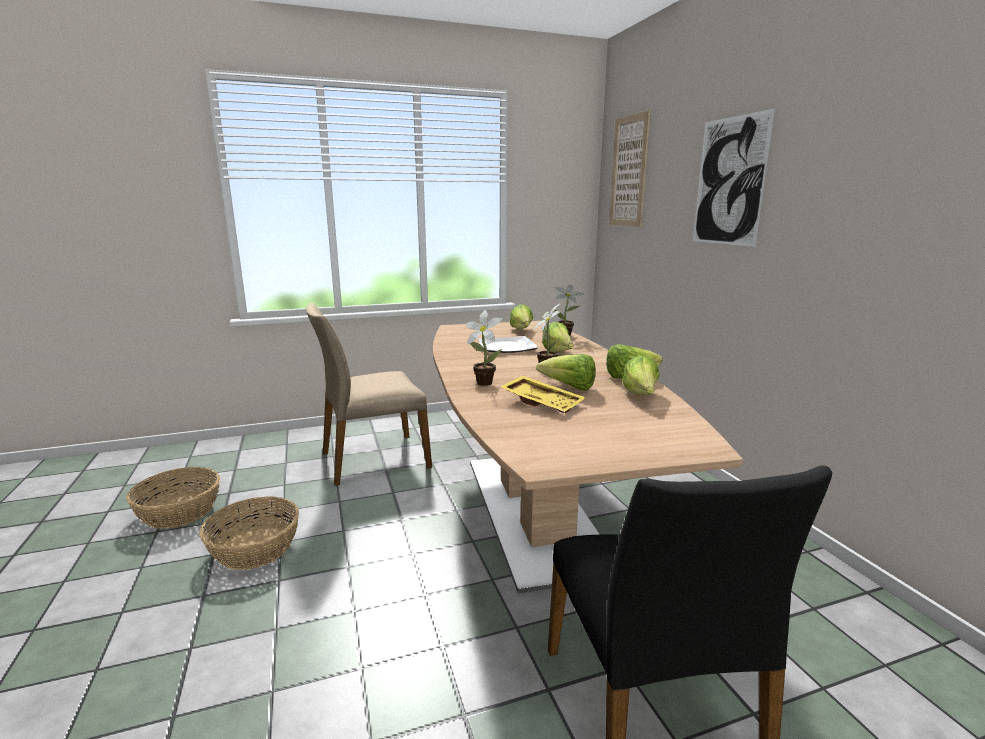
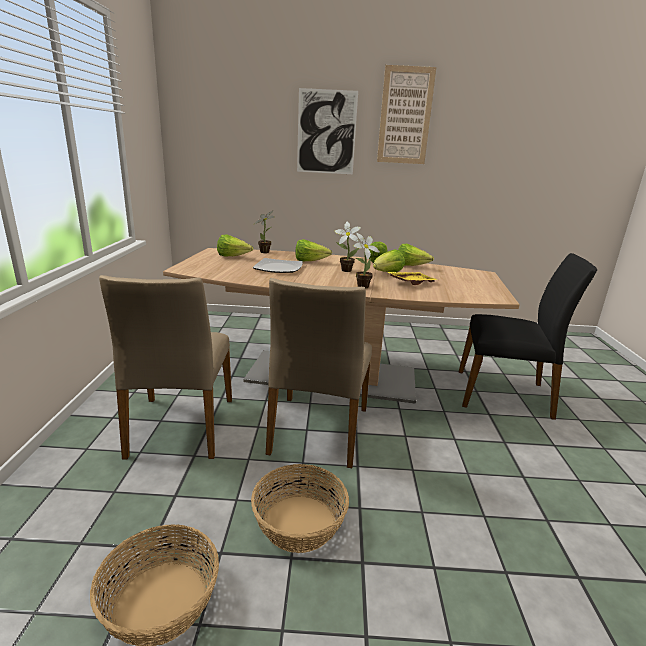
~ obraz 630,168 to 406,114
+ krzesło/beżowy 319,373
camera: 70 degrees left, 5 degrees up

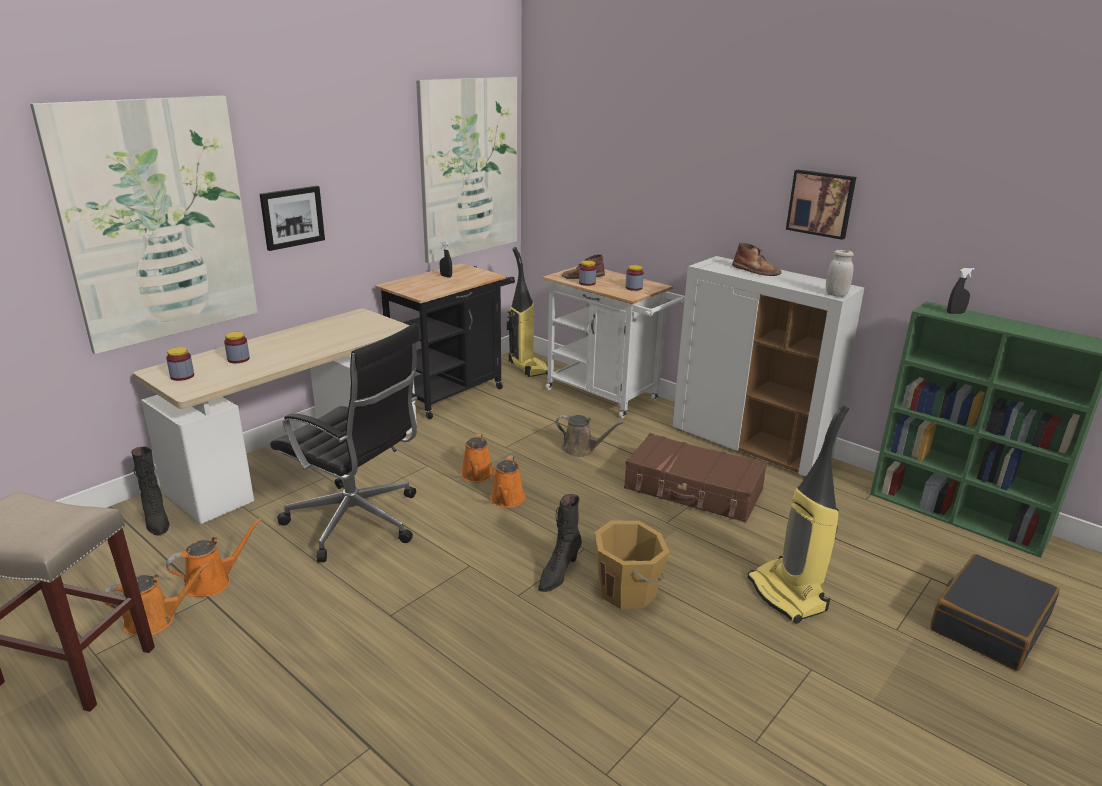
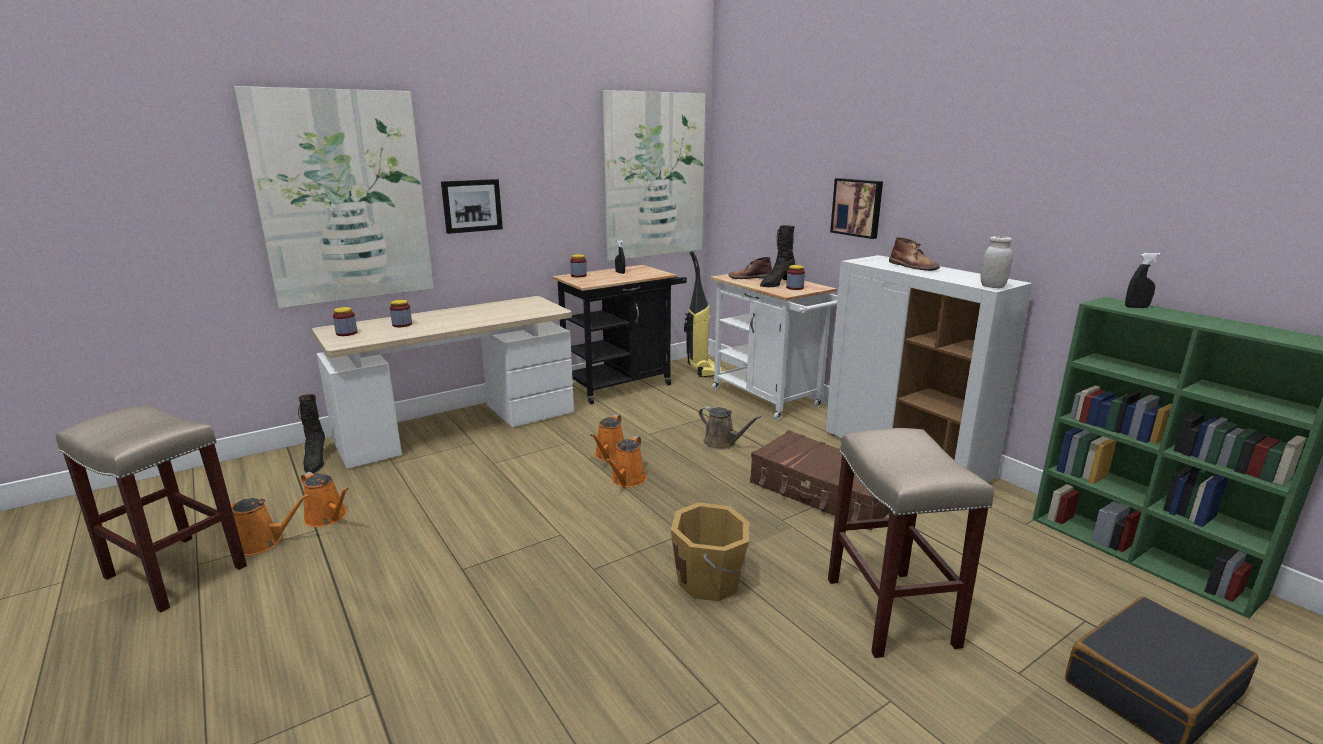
~ konewka/pomarańczowy 214,557 = 325,499 60 degrees clockwise
- krzesło biurowe/czarny 345,442
~ but z cholewką/czarny 560,543 to 777,256
~ słoik 587,273 to 578,265
~ odkurzacz 798,514 to stołek/beżowy 911,543
~ obraz 821,205 to 856,208
camera: 15 degrees right, 5 degrees down

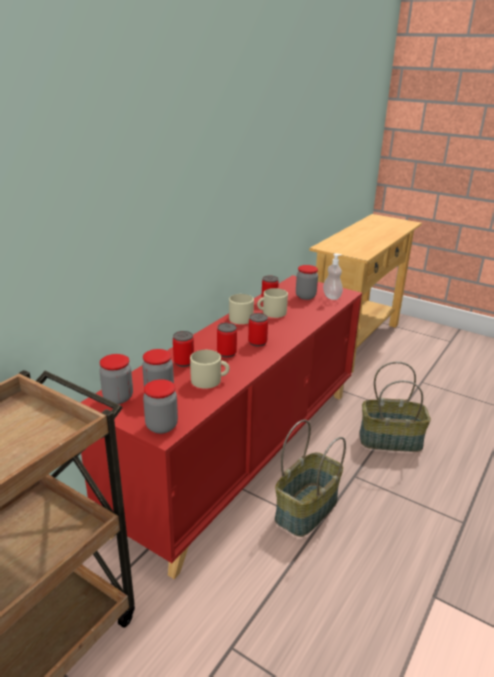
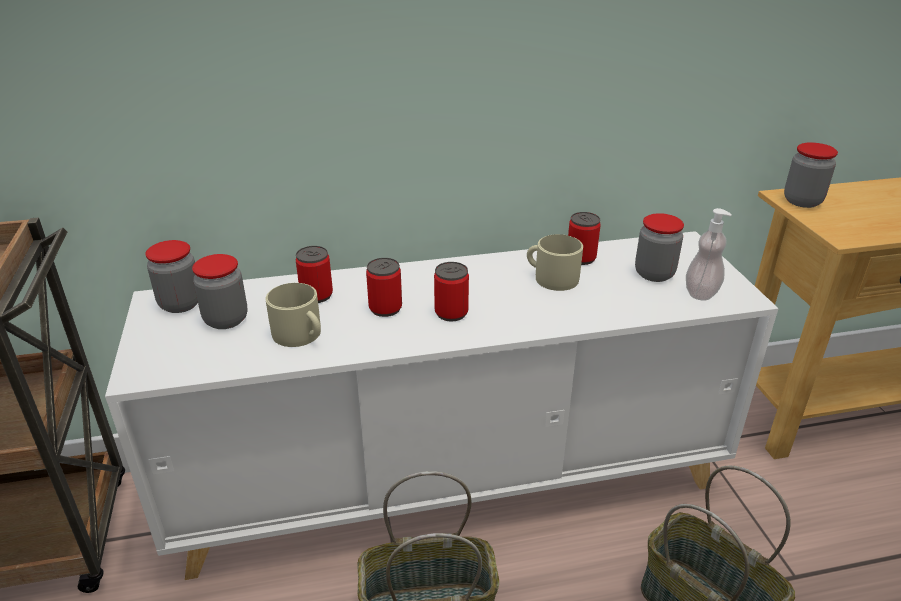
~ szafka/czerwony 221,427 to szafka/biały 442,405
~ słoik 160,406 to 811,175
- kubek/beżowy 241,309
camera: 45 degrees right, 5 degrees up

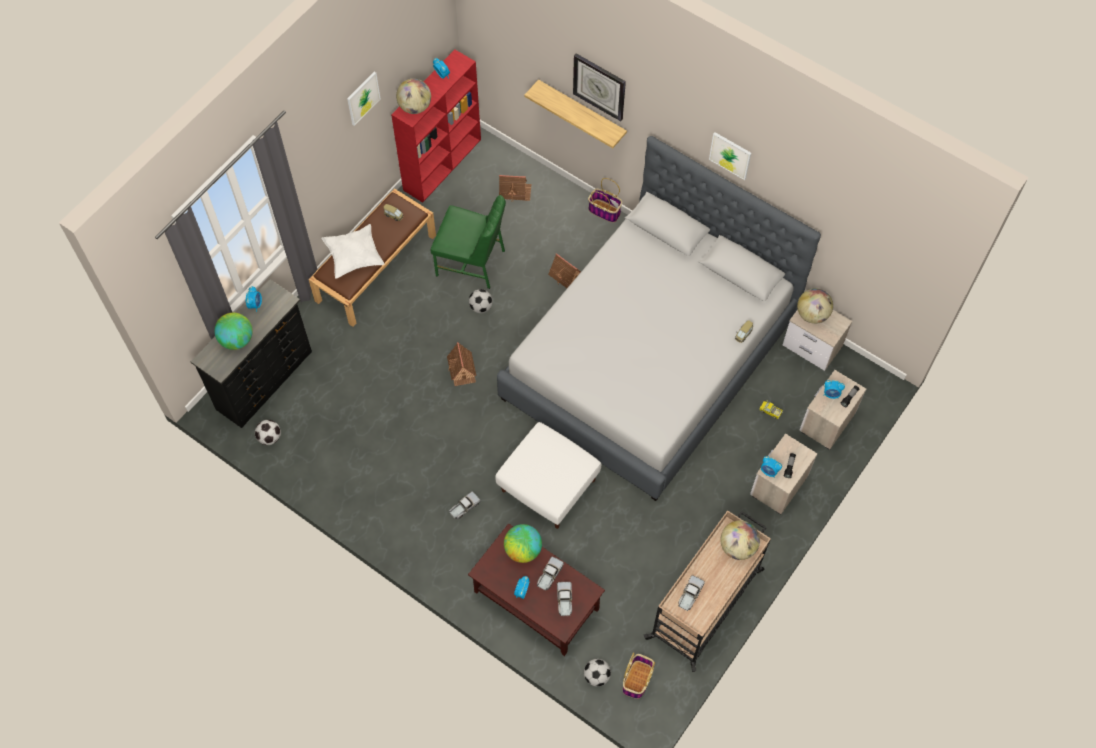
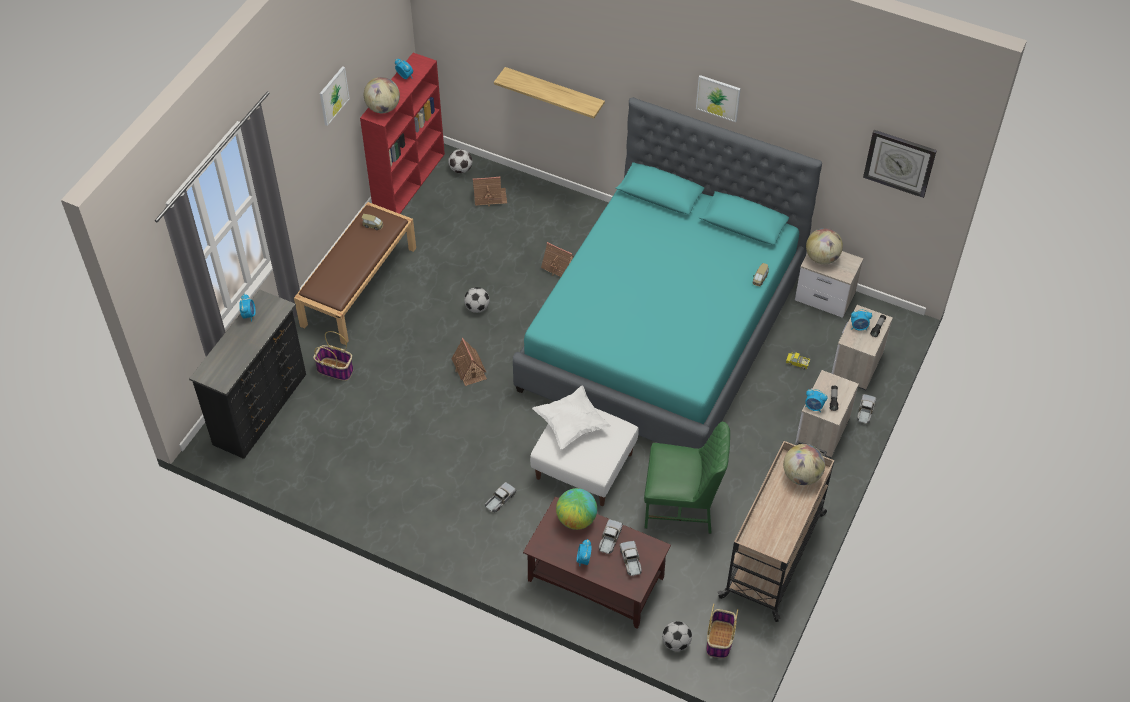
- globus 233,331
~ piłka futbolowa 268,432 to 460,161
~ poduszka/biały 353,251 to 571,417
~ krzesło/zielony 468,242 to 687,478
~ łóżko/szary 659,318 to łóżko/turkusowy 667,273
~ zegar ścienny 599,87 to 900,164
~ koszyk 605,200 to 333,356
~ ciężarówka zabawkowa 691,593 to 866,409
camera: 10 degrees left, 10 degrees down

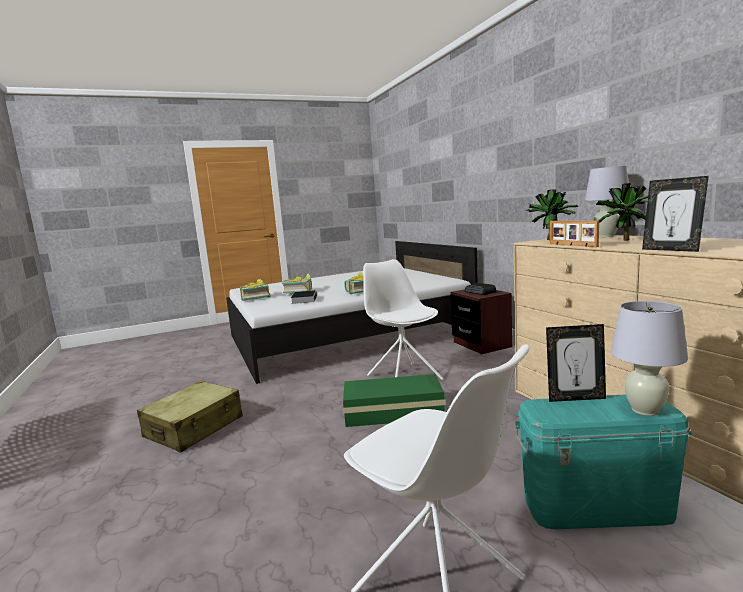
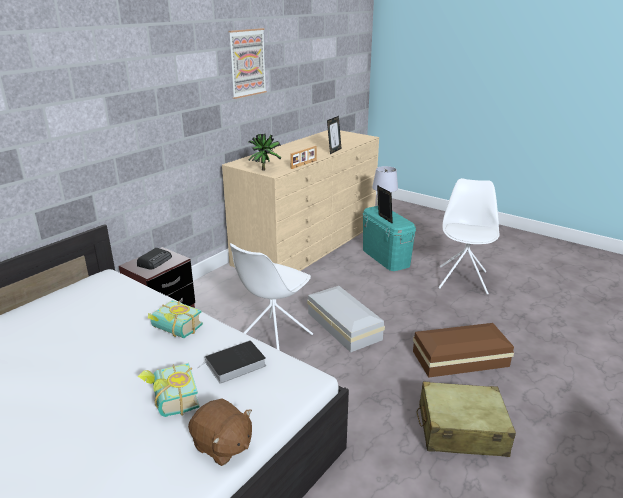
~ książka 255,290 to pluszak/brązowy 220,432
~ pojemnik do przechowywania/zielony 394,400 to pojemnik do przechowywania/biały 346,319
- lampa stołowa/biały 607,201
- roślina doniczkowa 622,212
+ obraz 247,63
+ pojemnik do przechowywania/brązowy 463,350
camera: 120 degrees left, 15 degrees up

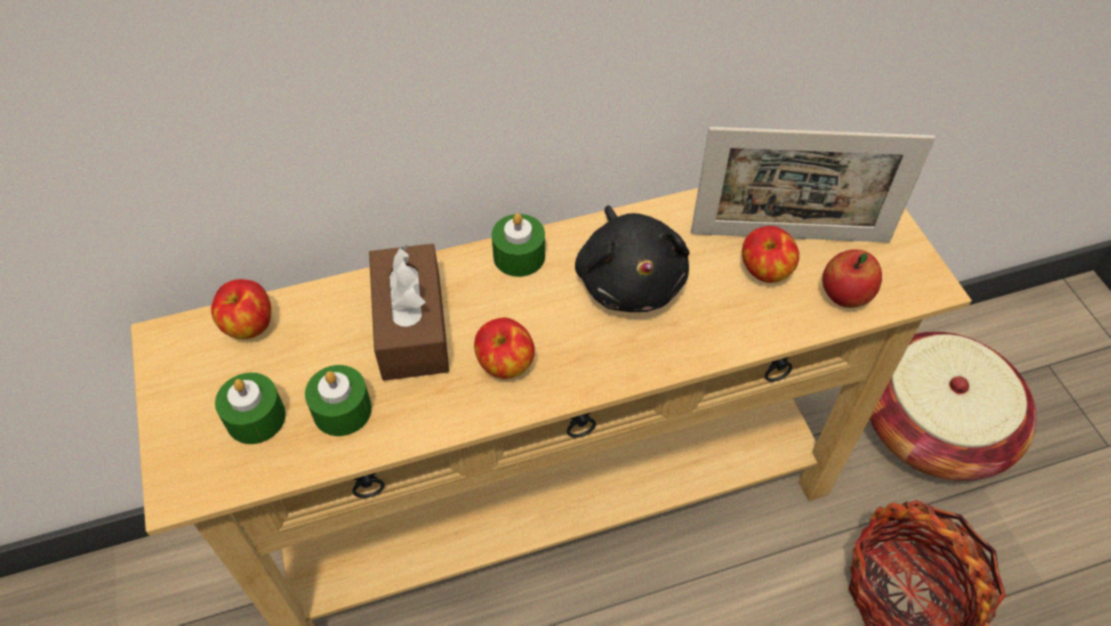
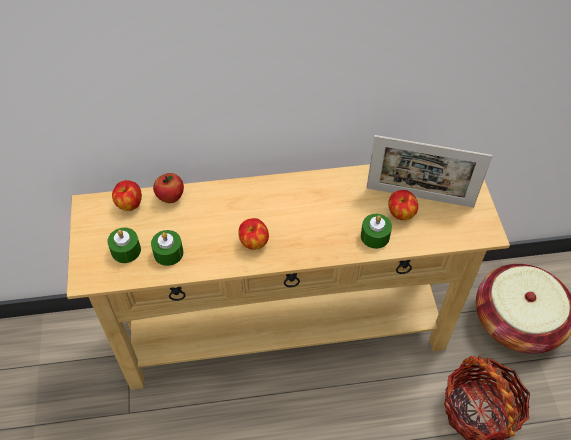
- pudełko chusteczek/brązowy 409,312
~ świeca/zielony 518,245 to 376,231
- pluszak/czarny 632,258
~ jabłko 852,278 to 168,188
camera: 10 degrees right, 0 degrees up

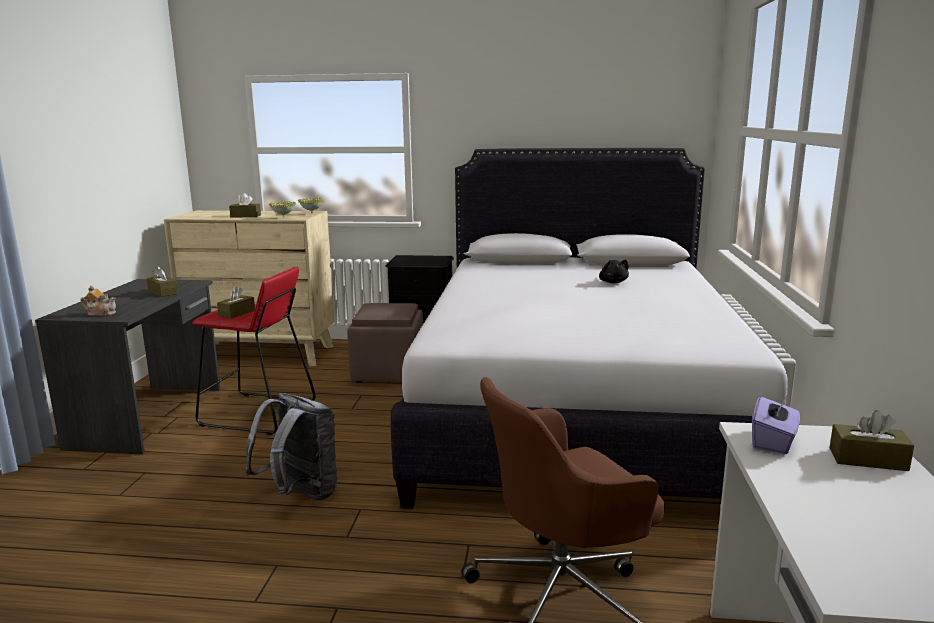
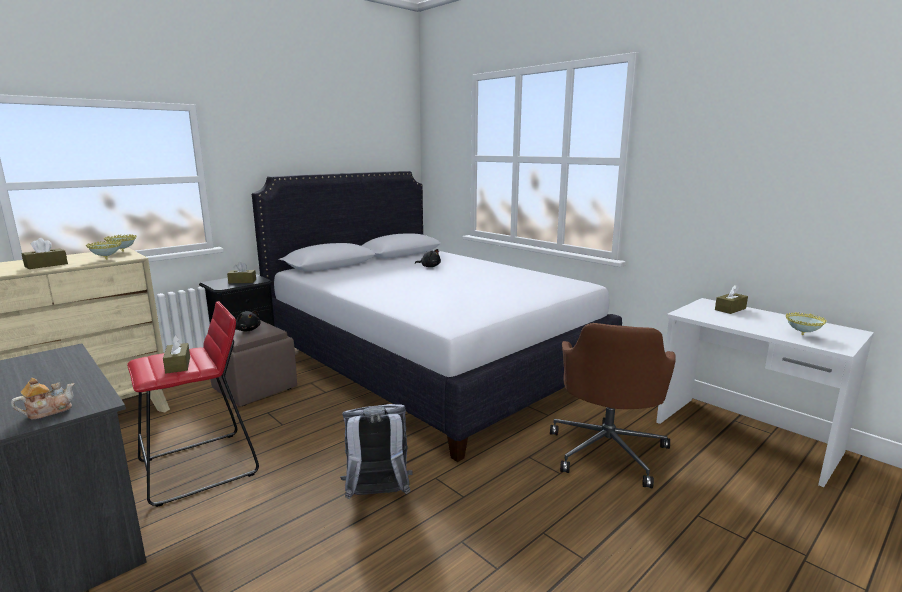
~ pudełko chusteczek/brązowy 162,281 to 241,272
- pudełko chusteczek/fioletowy 776,424
+ pluszak/czarny 248,320
+ miska 806,323
camera: 50 degrees left, 0 degrees up

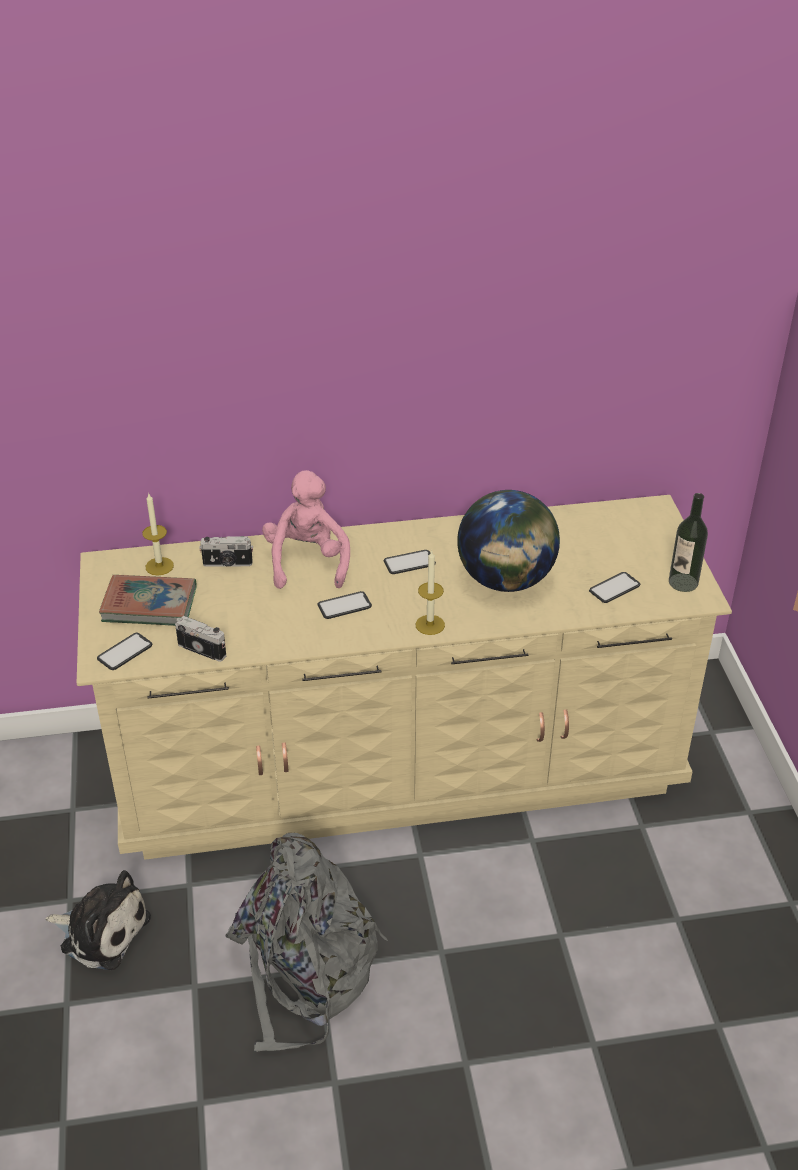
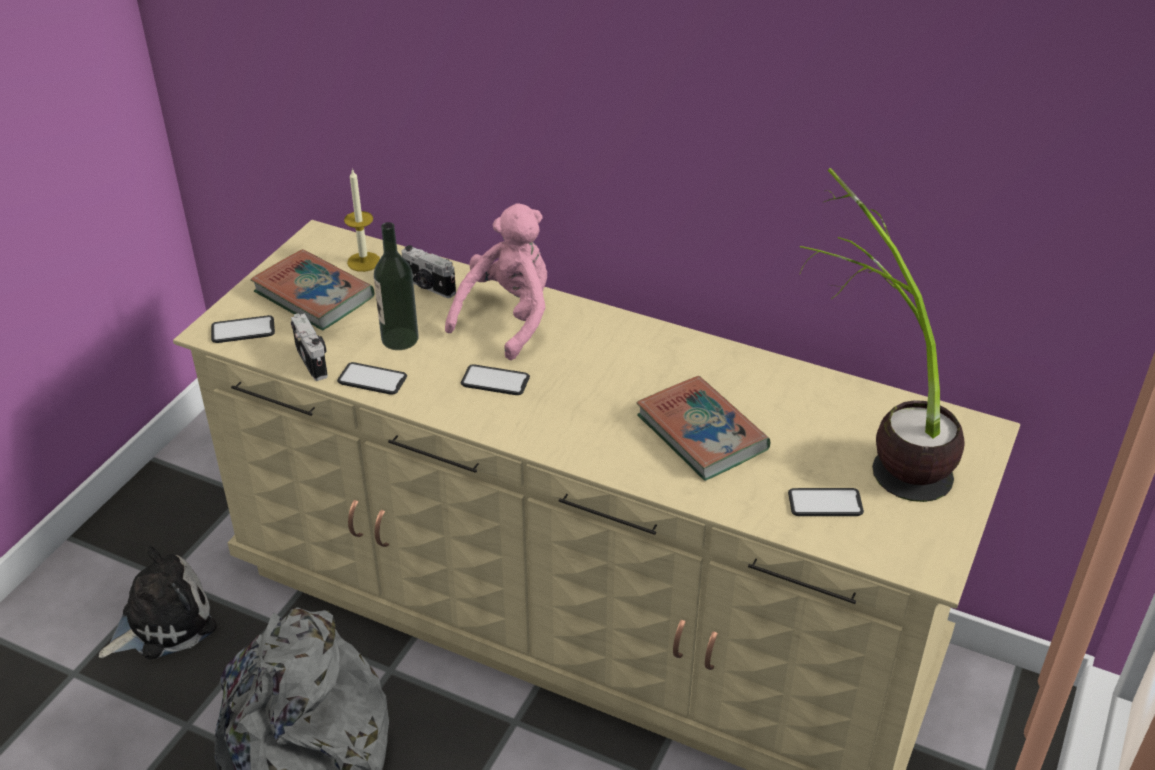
~ pluszak 98,920 = 157,602 90 degrees counterclockwise
~ telefon 409,562 to 372,378
- świeca 430,593
~ globus 508,541 to książka 704,428
~ butelka 688,542 to 396,286
+ roślina doniczkowa 882,335
camera: 35 degrees right, 0 degrees up

